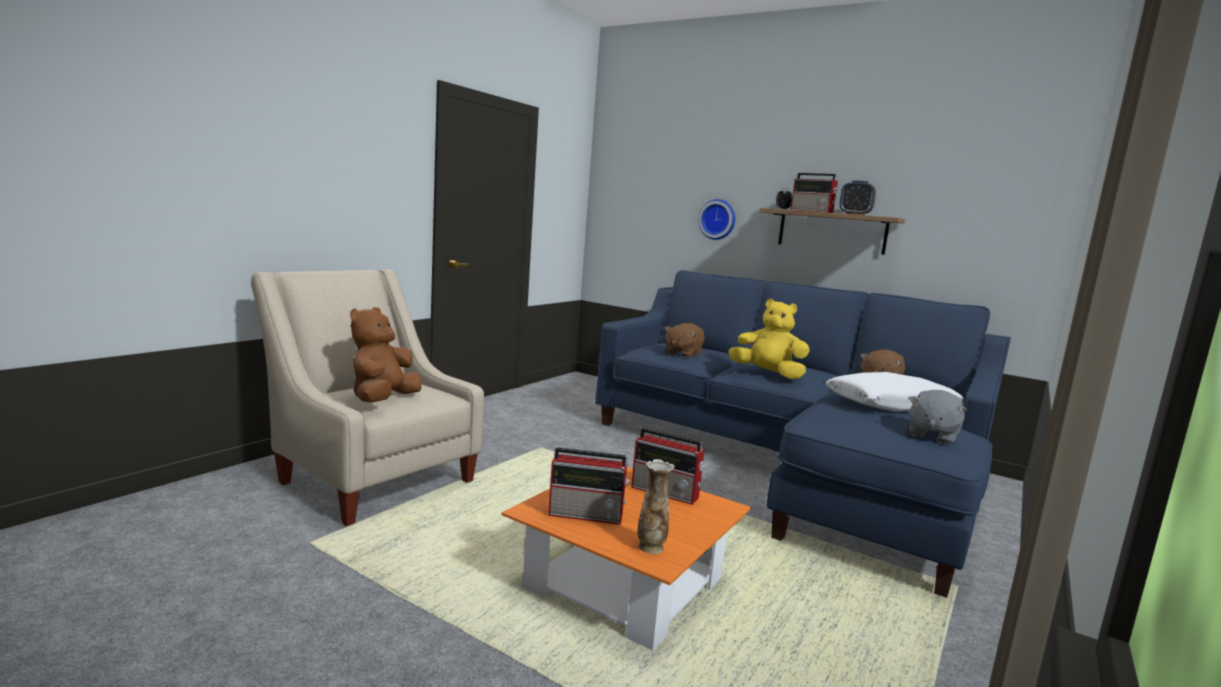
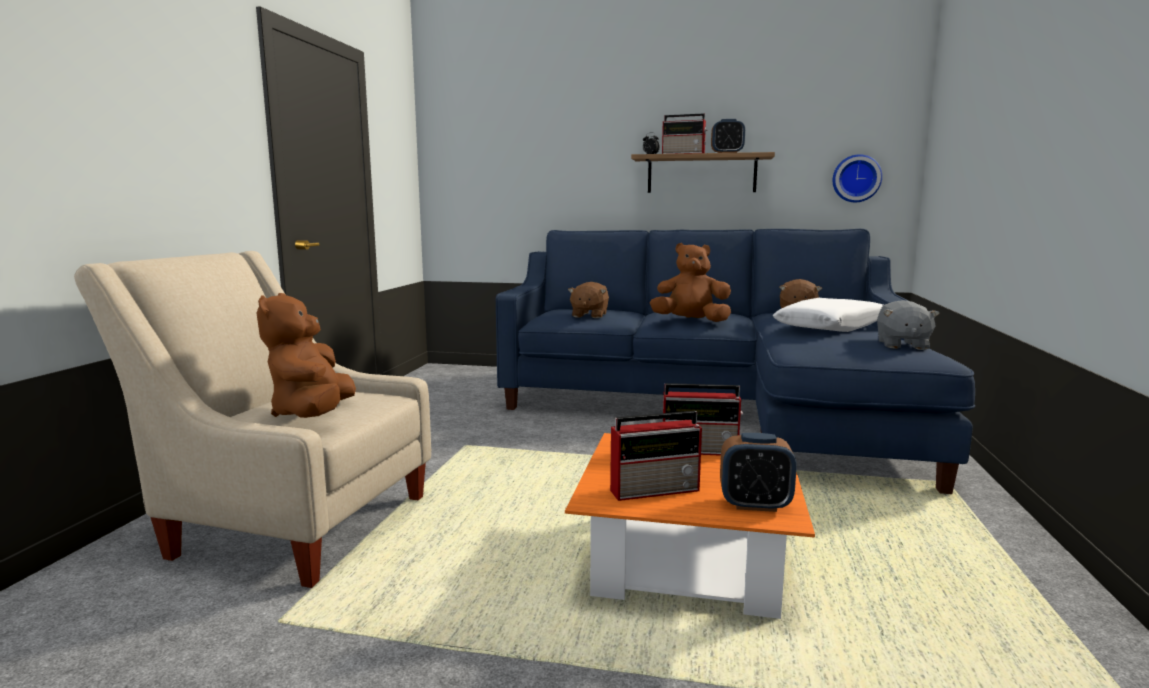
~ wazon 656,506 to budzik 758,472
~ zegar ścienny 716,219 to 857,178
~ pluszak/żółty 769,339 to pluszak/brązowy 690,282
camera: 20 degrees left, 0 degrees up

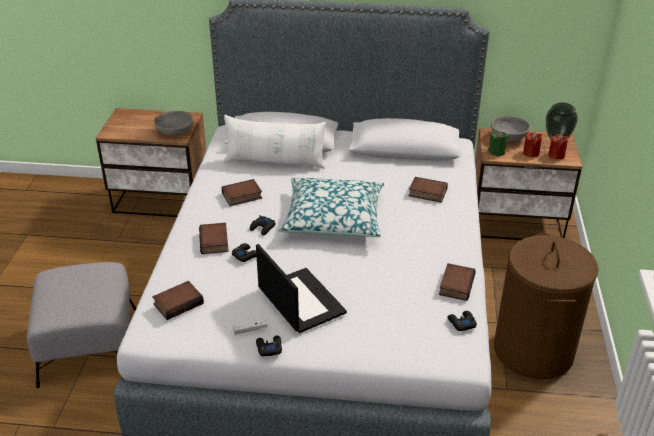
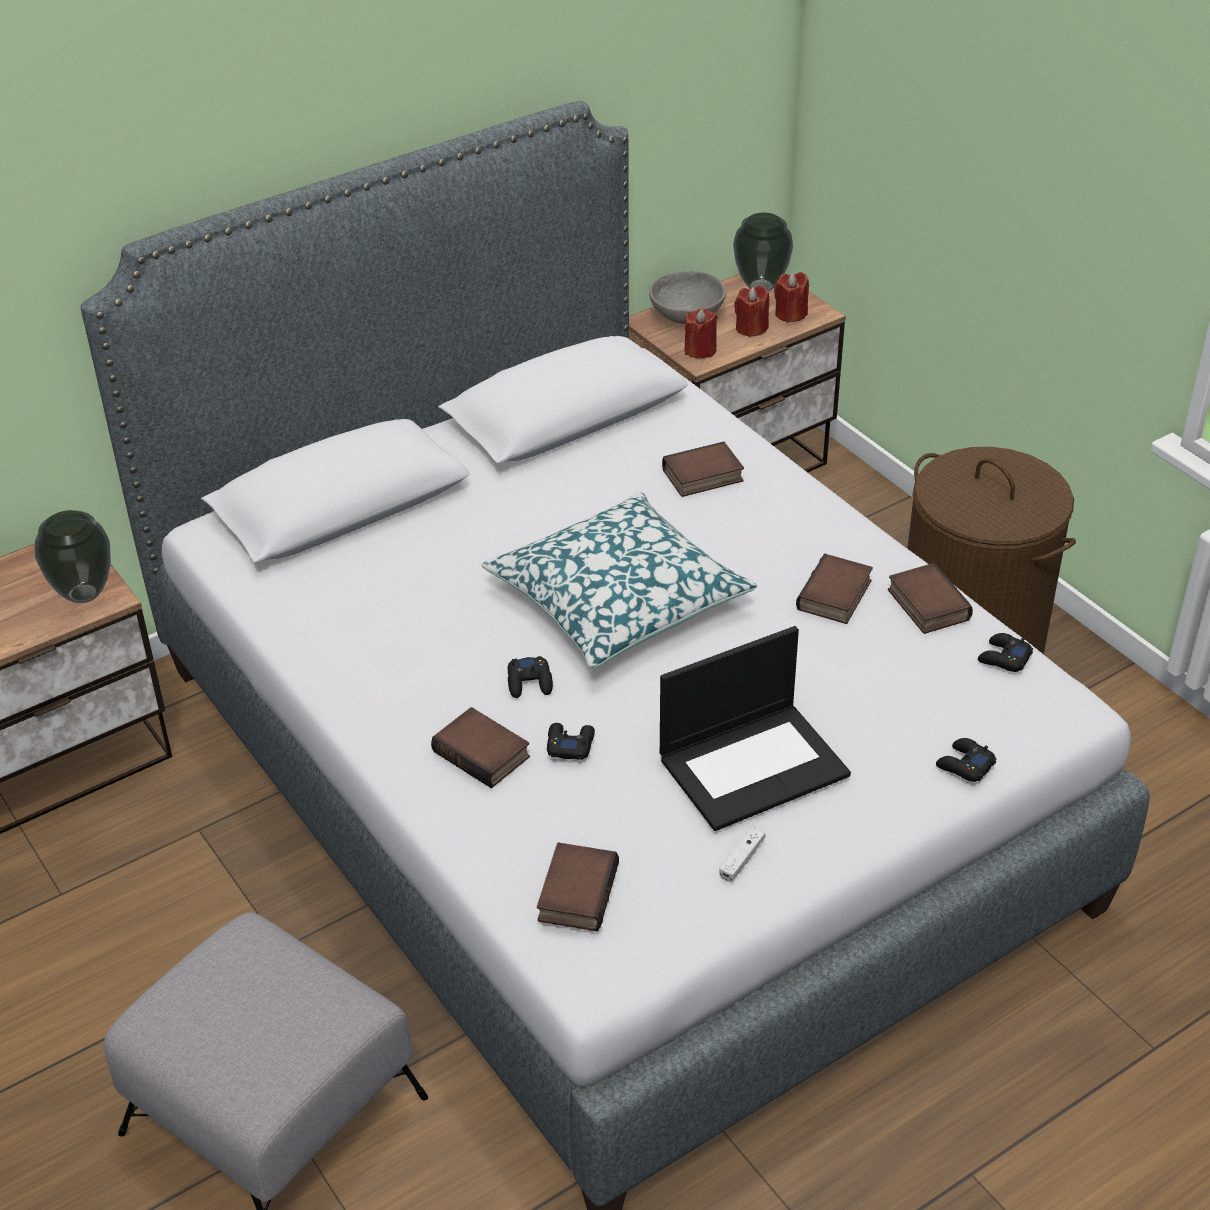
~ miska/szary 173,123 to wazon 73,556
~ książka 242,192 to 834,589
- poduszka/biały 275,142
~ laptop 301,288 = 755,728 135 degrees clockwise
~ pad do gier/czarny 269,346 to 966,760
~ świeca/zielony 498,143 to świeca/czerwony 701,333
camera: 40 degrees left, 5 degrees up

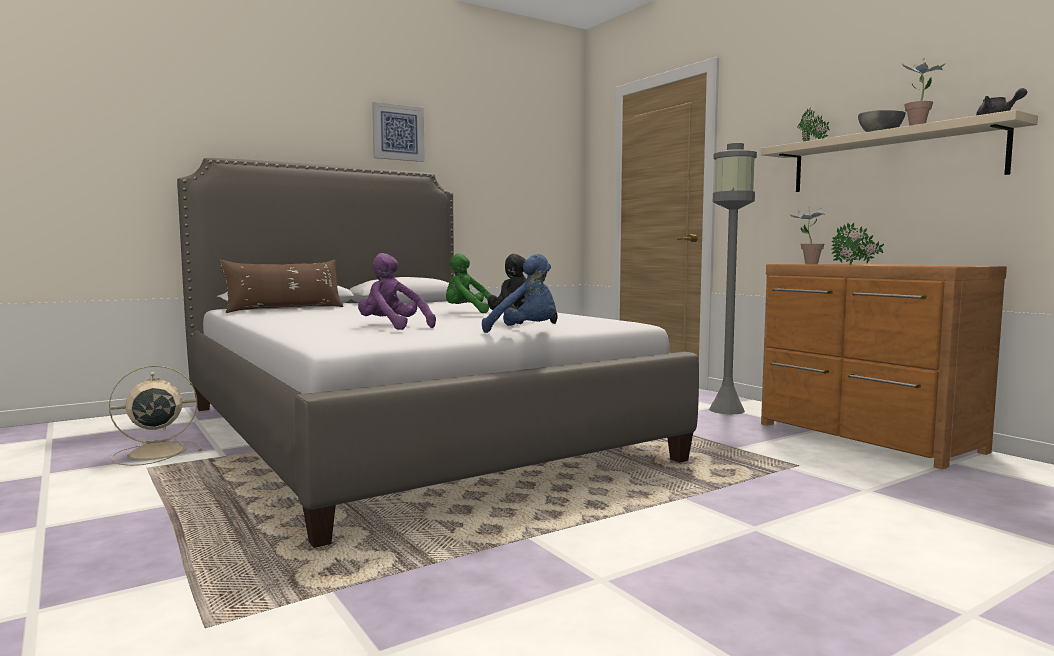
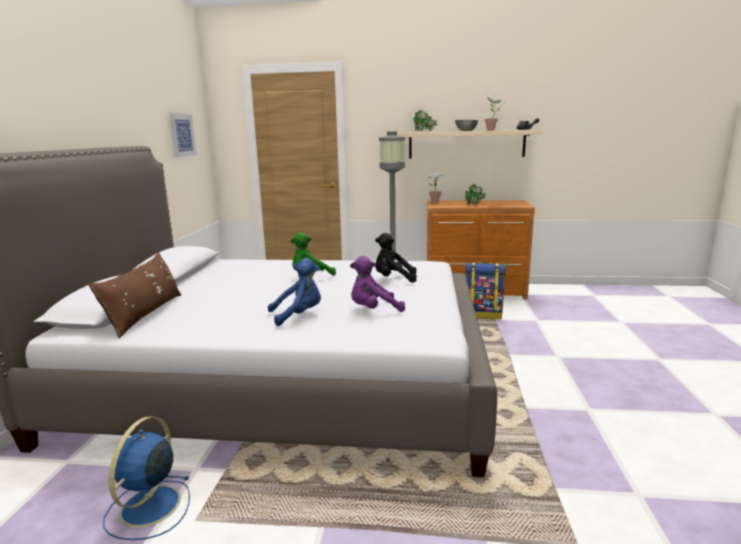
~ wentylator/beżowy 155,415 to wentylator/niebieski 146,478
~ obraz 398,132 to 183,135
~ pluszak/niebieski 519,293 to 294,292
+ plecak 485,290
camera: 50 degrees left, 10 degrees up

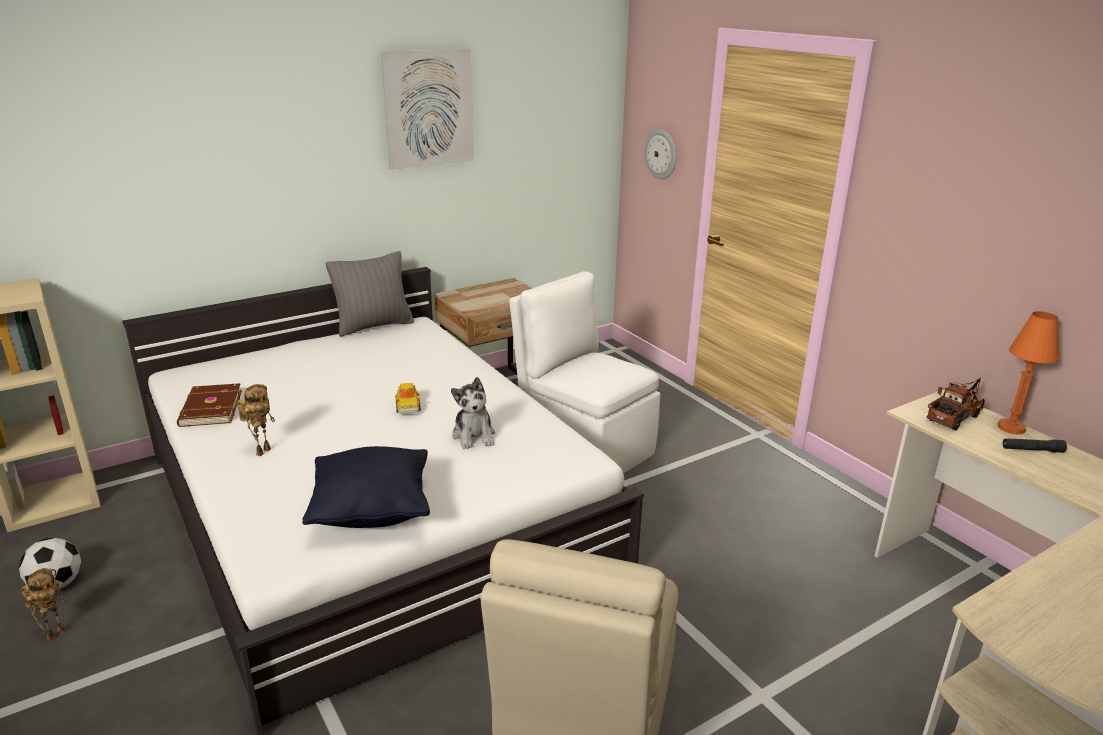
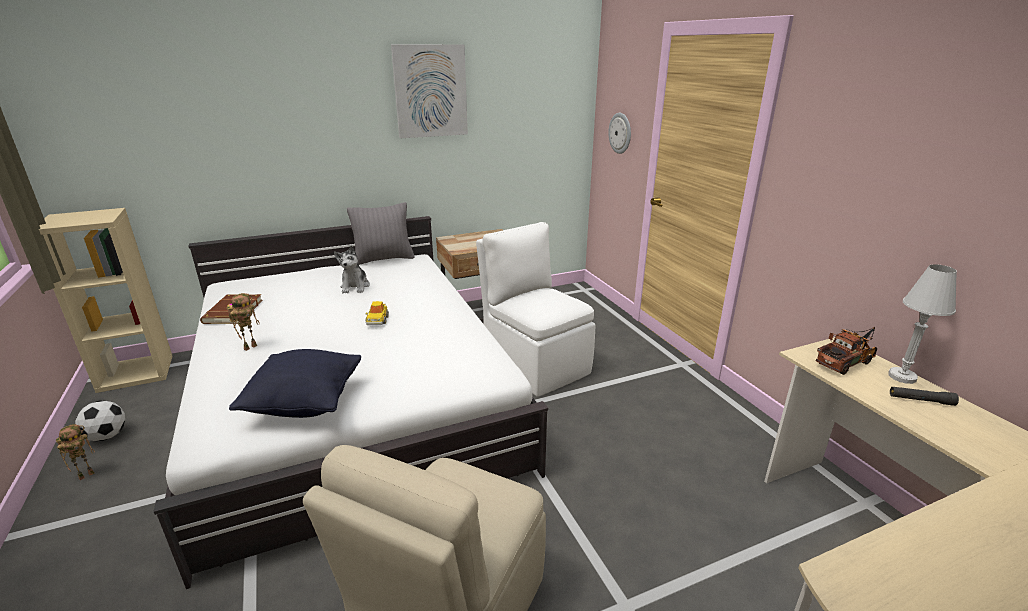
~ pluszak 473,413 to 352,269
~ lampa stołowa/pomarańczowy 1028,372 to lampa stołowa/biały 922,324
camera: 10 degrees right, 0 degrees up

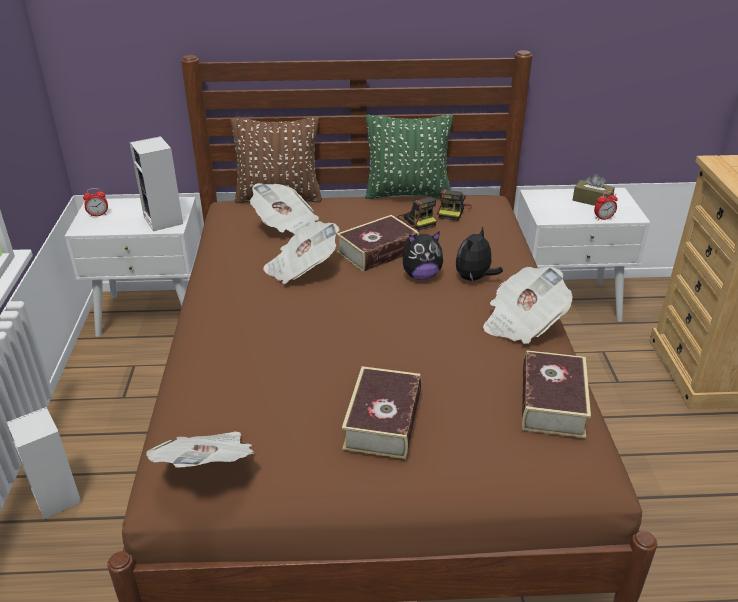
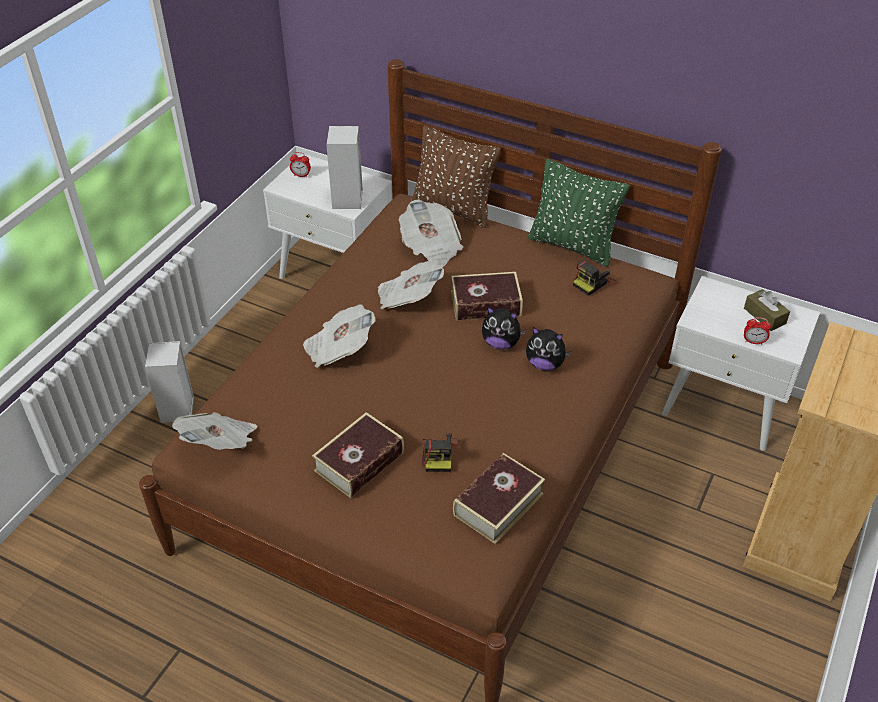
~ aparat fotograficzny 416,213 to 441,452
~ pluszak 479,253 = 548,349 135 degrees counterclockwise
~ gazeta 528,305 to 339,336
camera: 30 degrees right, 10 degrees up

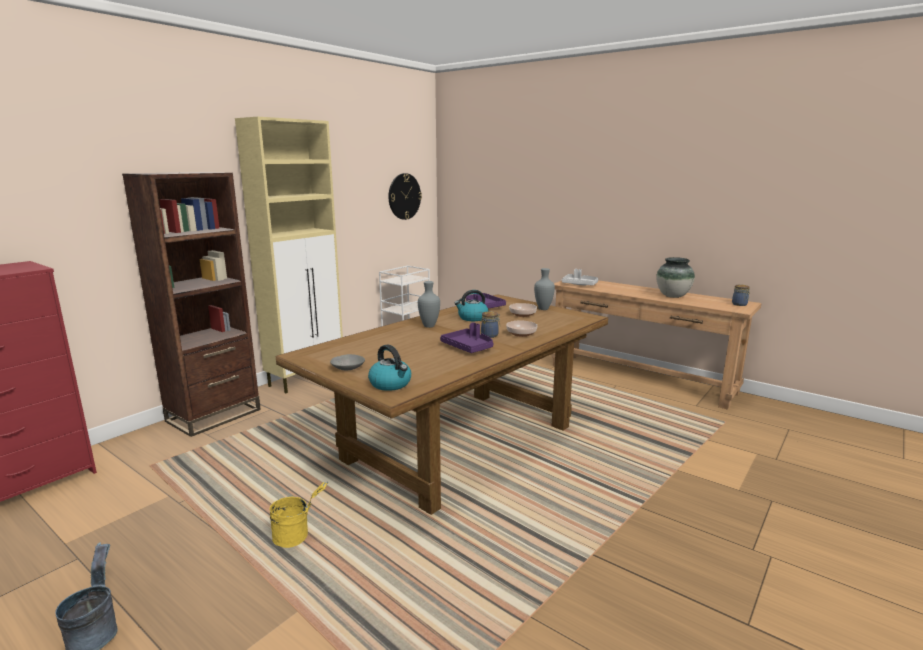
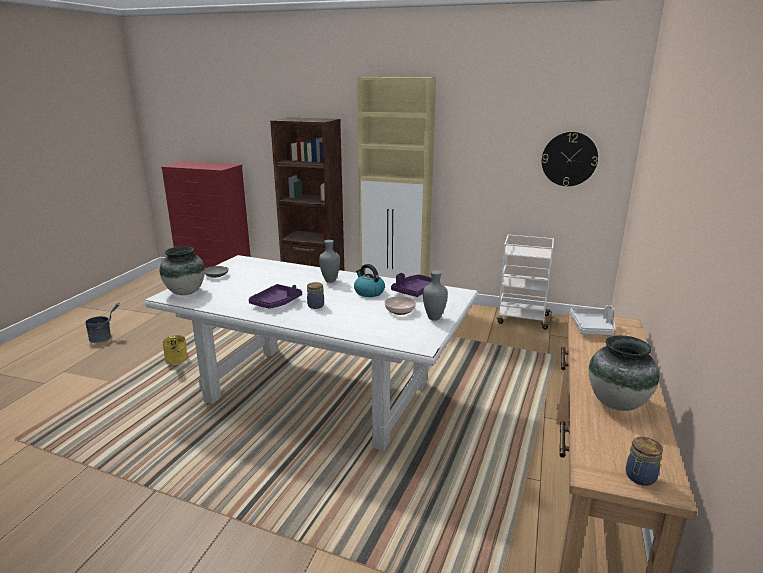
~ stół jadalny/brązowy 442,404 to stół jadalny/biały 311,353
~ czajnik 389,368 to wazon 182,270
- miska 521,329
camera: 70 degrees right, 5 degrees up

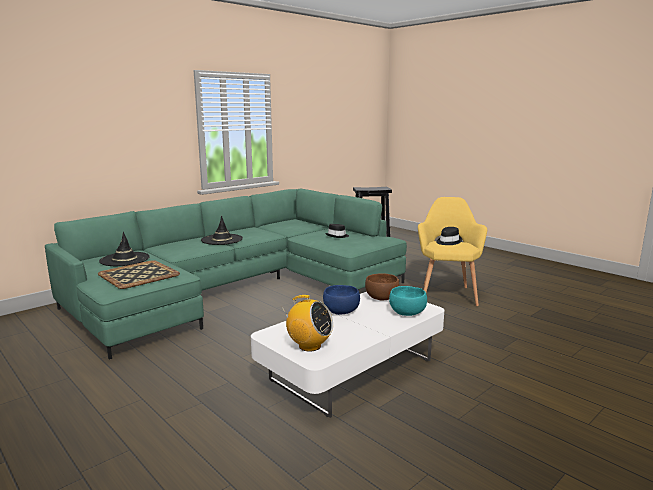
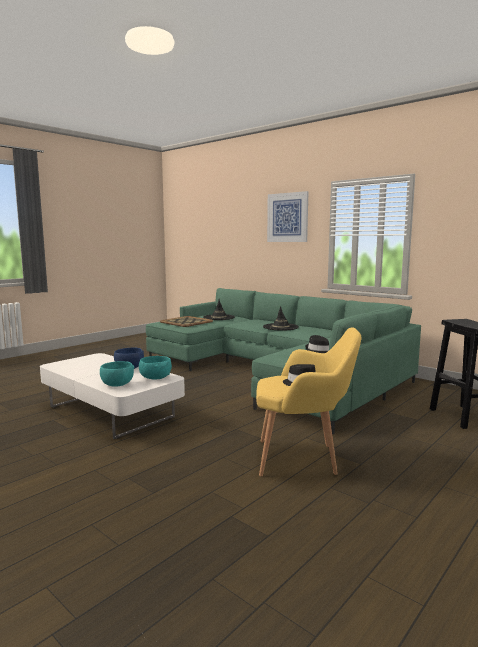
- radio 308,323
~ miska/brązowy 382,286 to miska/turkusowy 155,367
+ obraz 287,216
camera: 85 degrees right, 5 degrees down

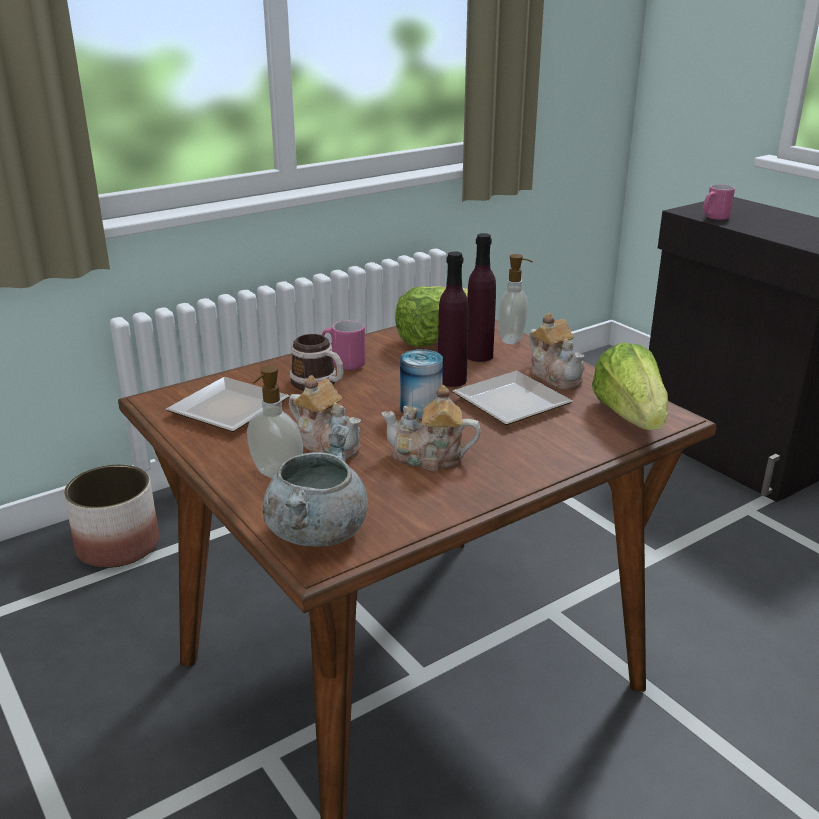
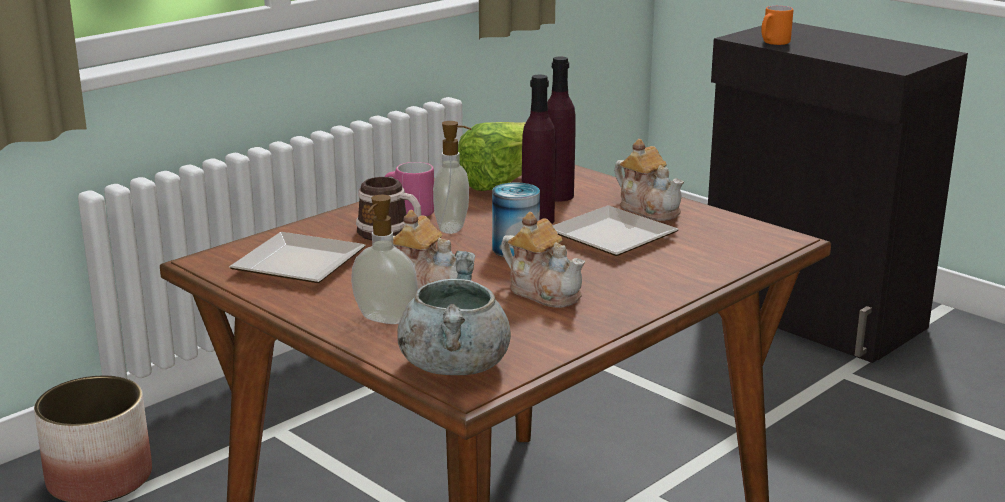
~ imbryk 431,428 = 543,260 135 degrees counterclockwise
~ dozownik mydła 515,299 to 452,177
- sałata 630,386
~ kubek/różowy 719,202 to kubek/pomarańczowy 777,25
camera: 10 degrees left, 5 degrees down

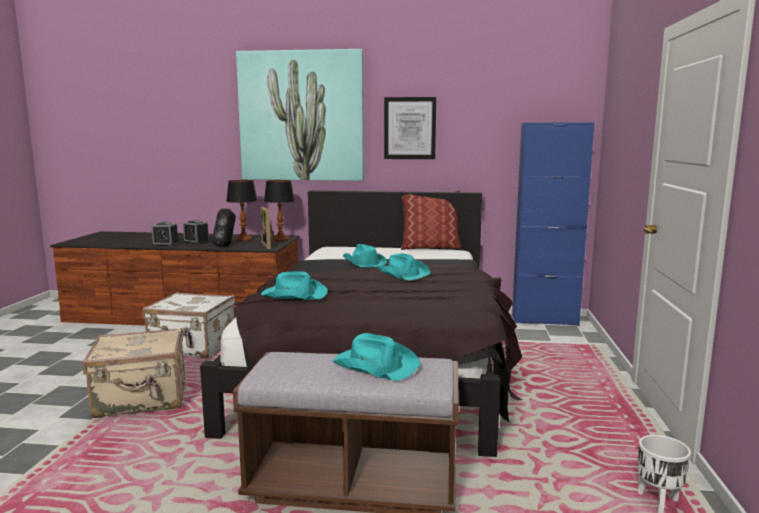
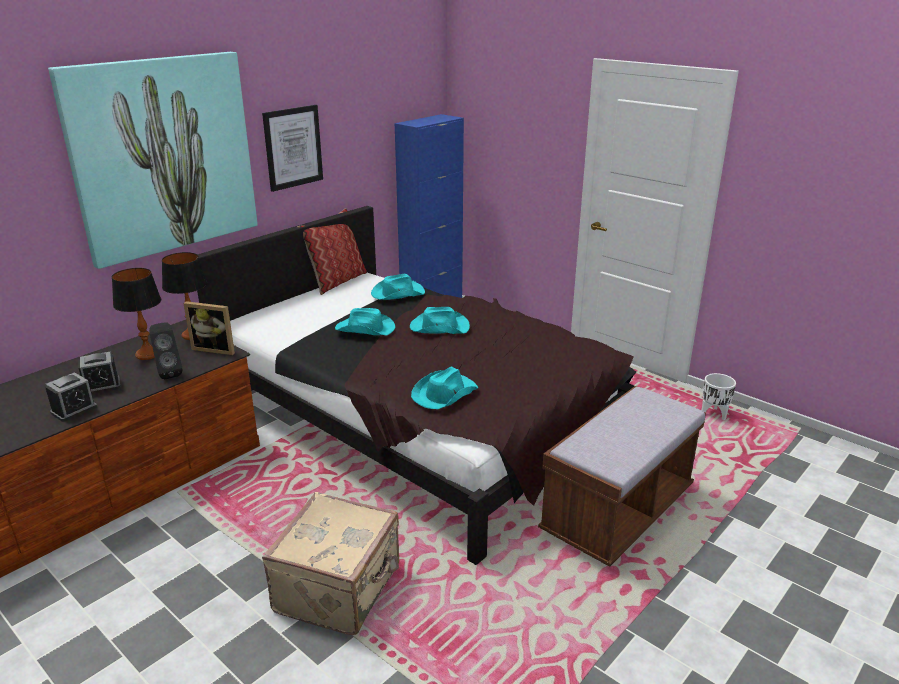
- walizka/biały 188,325
~ kapelusz/turkusowy 376,357 to 398,287
camera: 55 degrees left, 15 degrees up

